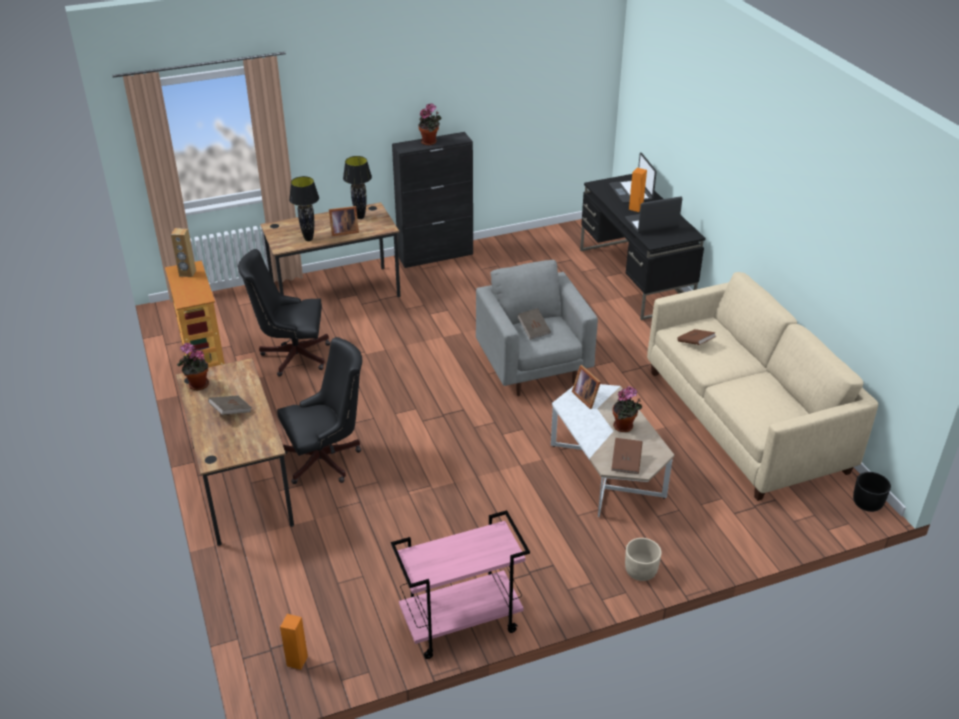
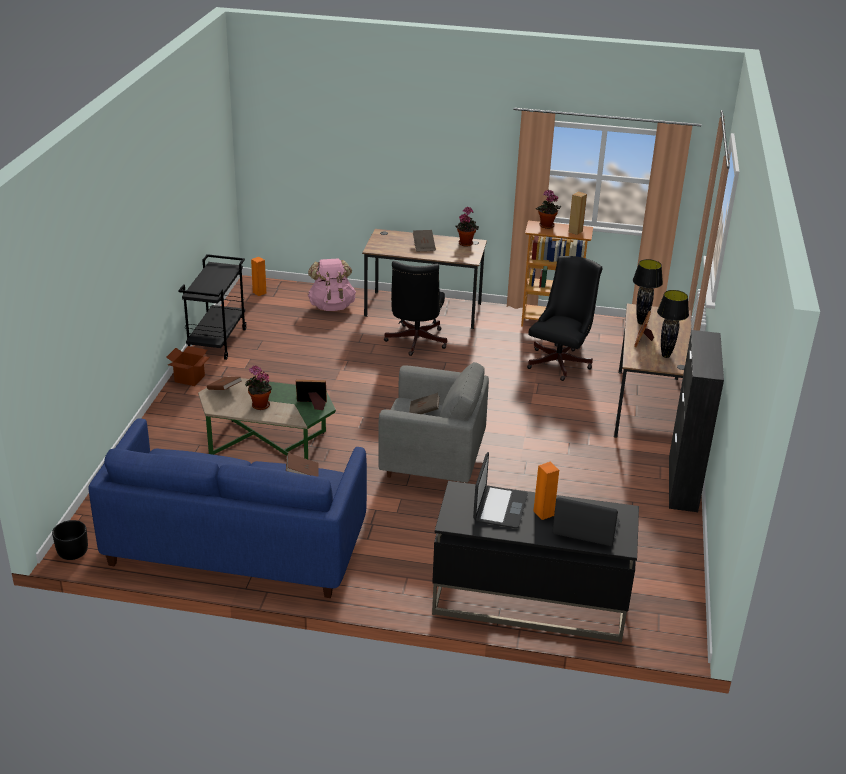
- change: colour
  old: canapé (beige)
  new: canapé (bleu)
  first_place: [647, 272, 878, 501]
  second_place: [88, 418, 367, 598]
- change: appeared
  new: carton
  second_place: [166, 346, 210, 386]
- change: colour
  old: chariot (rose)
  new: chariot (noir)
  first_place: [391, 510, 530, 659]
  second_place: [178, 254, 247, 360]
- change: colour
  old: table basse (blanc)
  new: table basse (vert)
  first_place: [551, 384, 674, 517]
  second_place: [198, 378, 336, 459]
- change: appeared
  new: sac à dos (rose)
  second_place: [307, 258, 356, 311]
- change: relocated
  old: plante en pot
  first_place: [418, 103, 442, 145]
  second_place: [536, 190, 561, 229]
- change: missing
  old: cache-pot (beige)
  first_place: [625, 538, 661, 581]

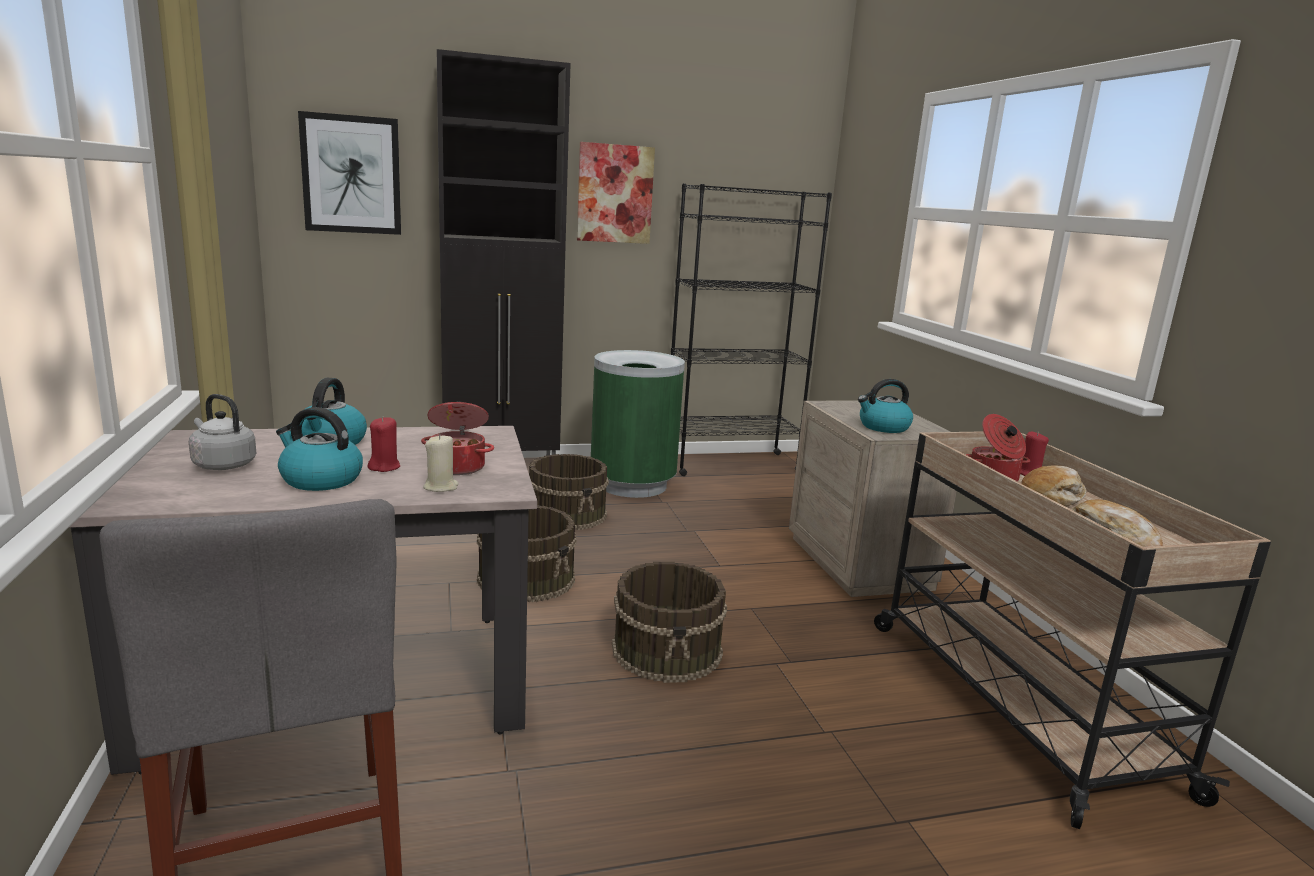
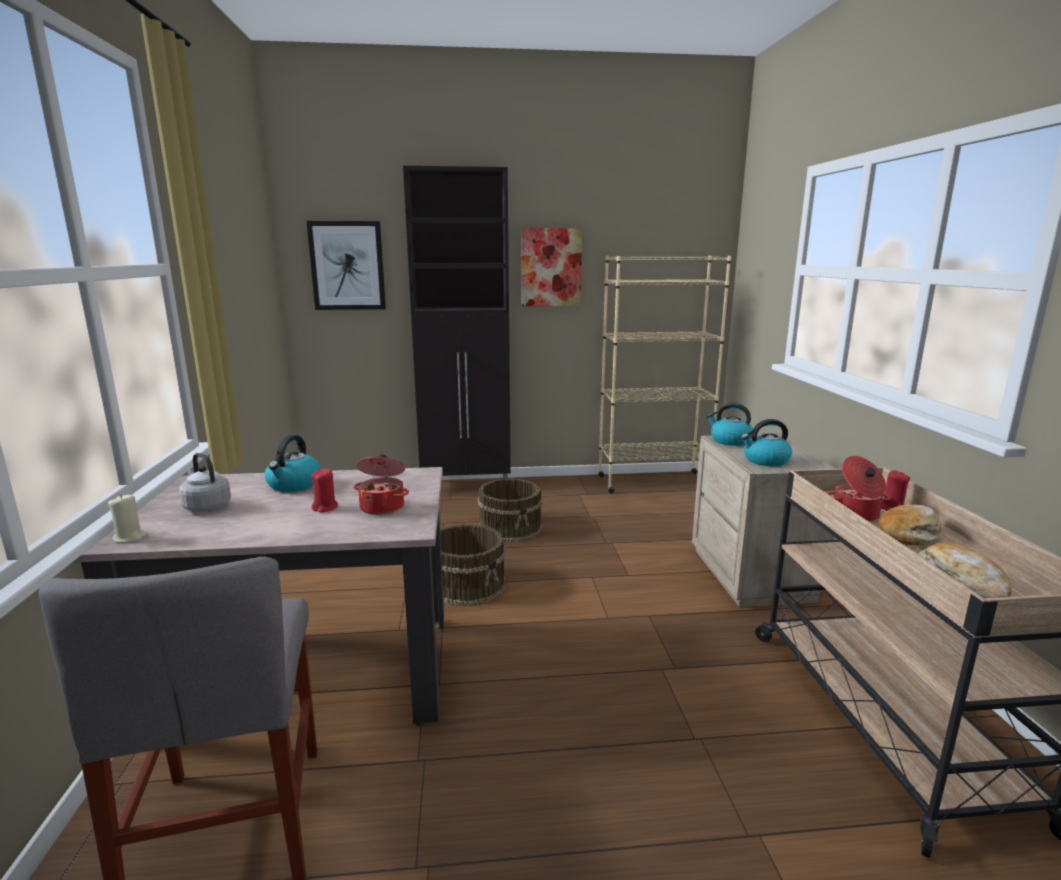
- change: relocated
  old: bougie (beige)
  first_place: [423, 434, 459, 492]
  second_place: [108, 494, 148, 543]
- change: colour
  old: bibliothèque (noir)
  new: bibliothèque (beige)
  first_place: [671, 184, 832, 476]
  second_place: [598, 256, 731, 494]
- change: relocated
  old: bouilloire
  first_place: [276, 407, 363, 491]
  second_place: [707, 403, 753, 446]
- change: missing
  old: poubelle (vert)
  first_place: [591, 350, 685, 498]
- change: missing
  old: seau (marron)
  first_place: [612, 562, 727, 683]

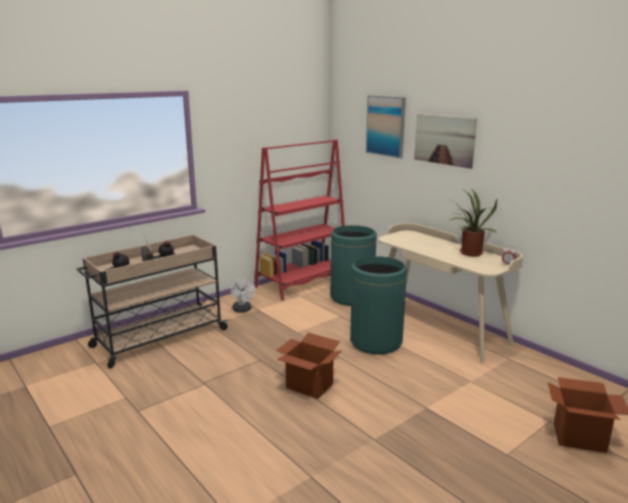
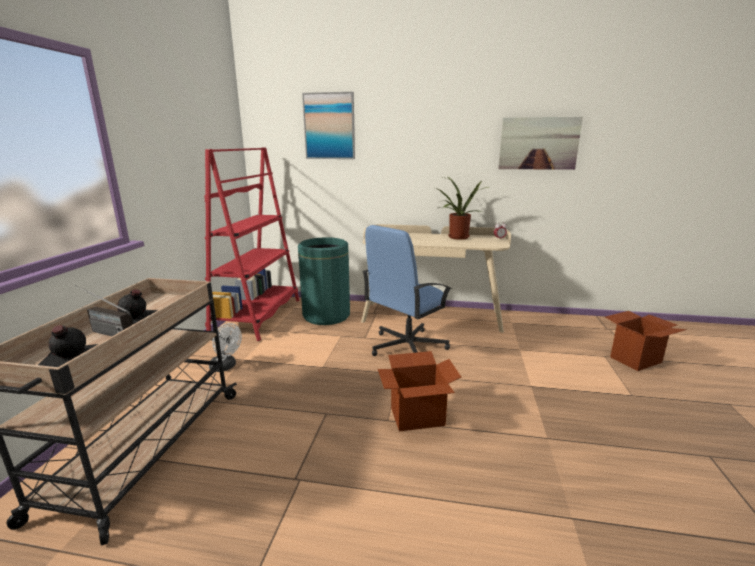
- change: exchanged
  old: poubelle (vert)
  new: chaise de bureau (bleu)
  first_place: [350, 256, 407, 354]
  second_place: [362, 225, 452, 356]
- change: relocated
  old: tableau
  first_place: [414, 113, 477, 169]
  second_place: [498, 117, 583, 170]

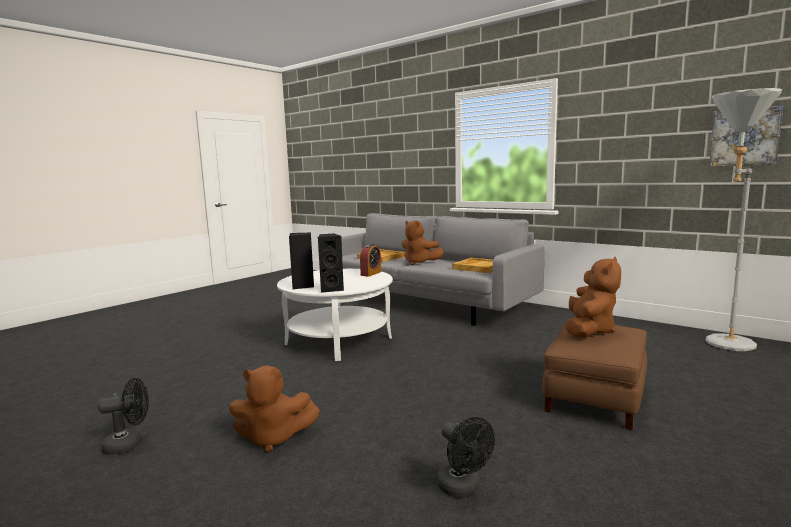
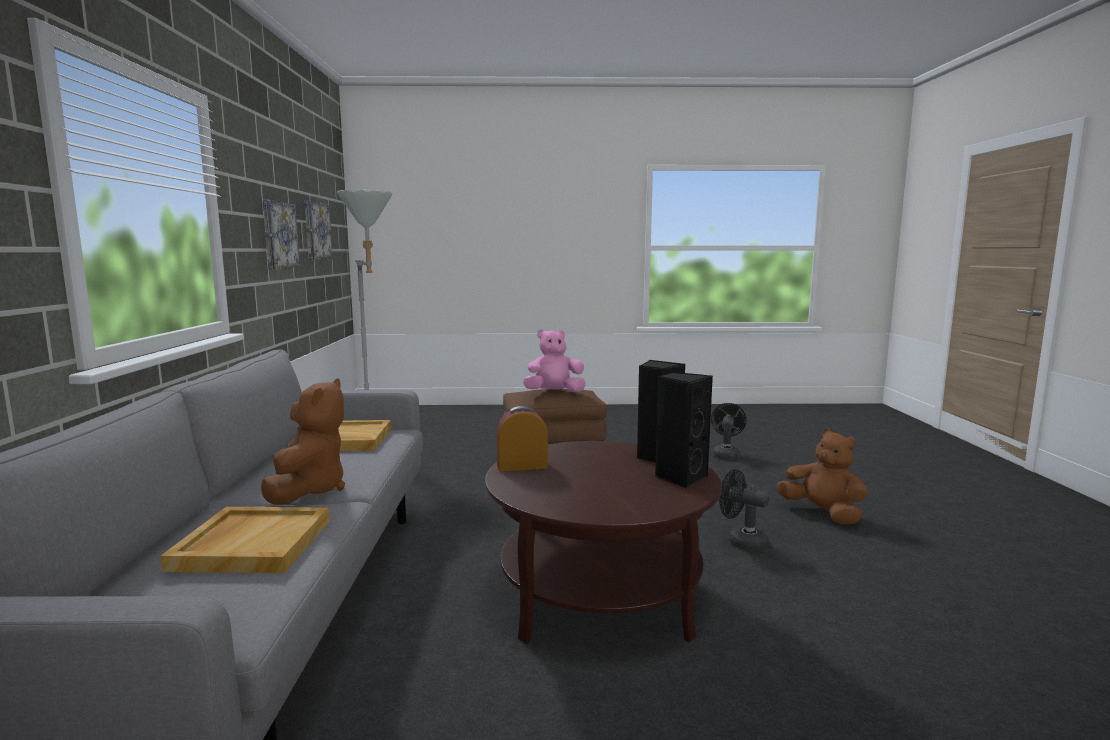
- change: appeared
  new: tableau
  second_place: [262, 200, 300, 269]
- change: colour
  old: table basse (blanc)
  new: table basse (marron)
  first_place: [277, 269, 393, 361]
  second_place: [485, 441, 722, 644]
- change: colour
  old: peluche (marron)
  new: peluche (rose)
  first_place: [565, 257, 621, 338]
  second_place: [523, 329, 586, 393]
- change: relocated
  old: ventilateur (noir)
  first_place: [98, 378, 149, 455]
  second_place: [719, 469, 769, 551]

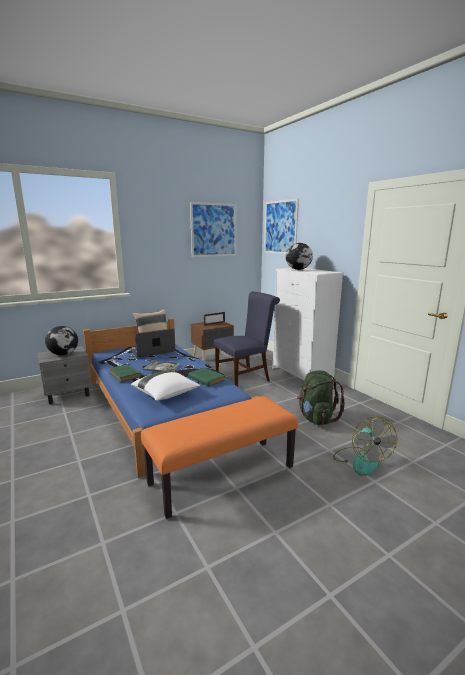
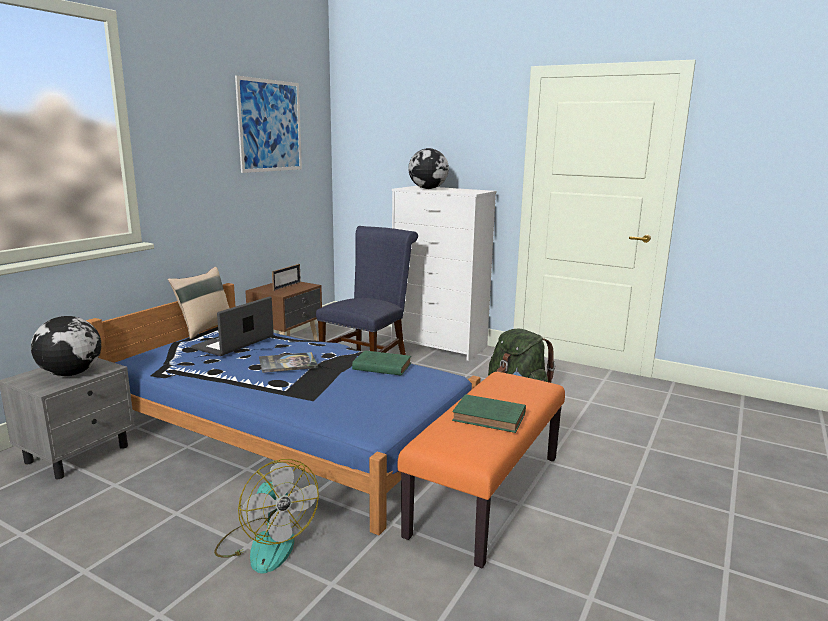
- change: relocated
  old: ventilateur
  first_place: [333, 416, 397, 476]
  second_place: [214, 459, 319, 573]
- change: relocated
  old: livre (vert)
  first_place: [109, 364, 142, 382]
  second_place: [452, 394, 526, 433]
- change: missing
  old: coussin (blanc)
  first_place: [131, 370, 200, 401]
- change: missing
  old: tableau
  first_place: [264, 198, 299, 254]

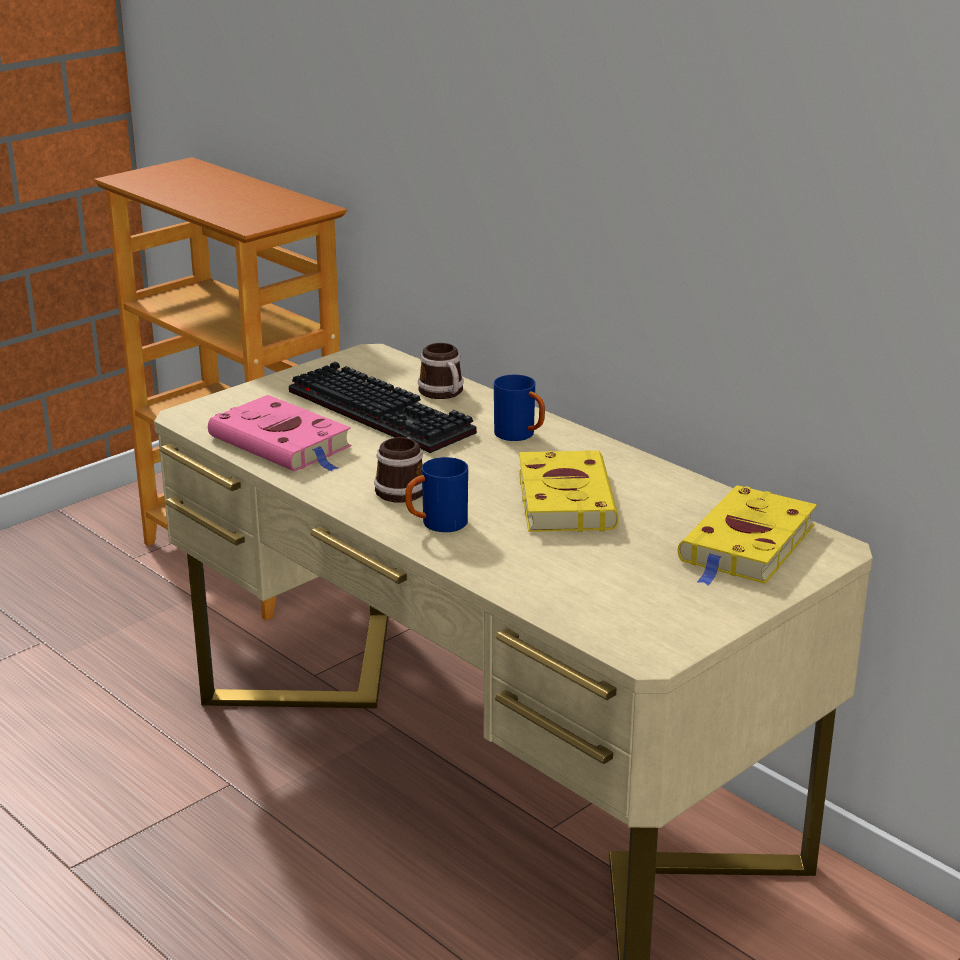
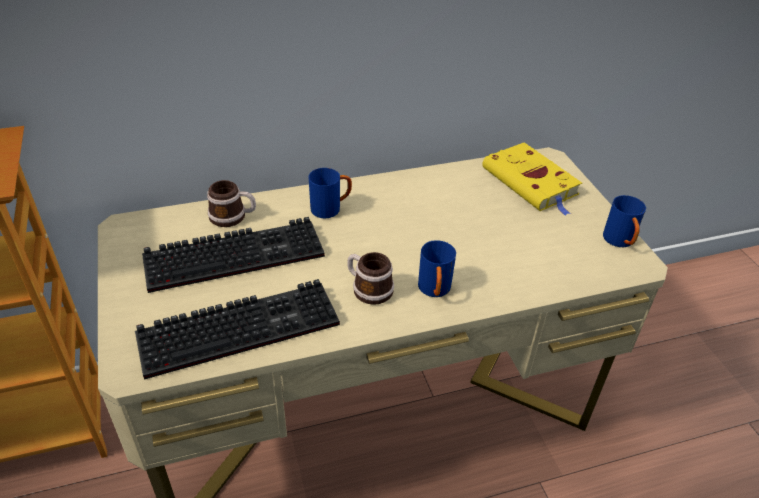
- change: exchanged
  old: livre (rose)
  new: clavier
  first_place: [208, 395, 351, 472]
  second_place: [135, 279, 340, 380]
- change: appeared
  new: mug (bleu)
  second_place: [603, 195, 646, 247]
- change: missing
  old: livre (jaune)
  first_place: [519, 450, 619, 532]

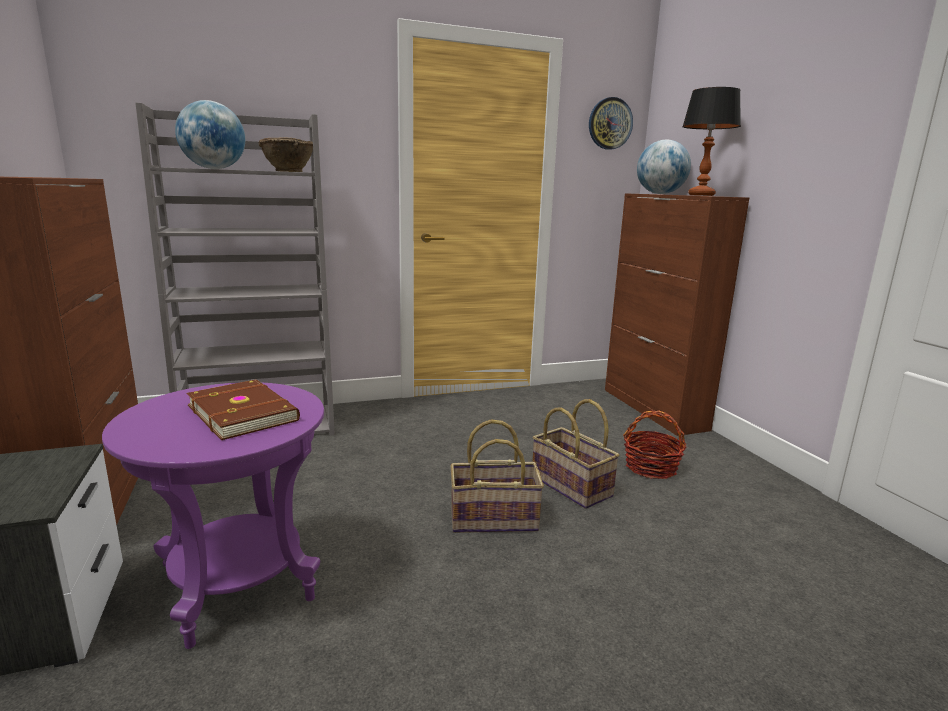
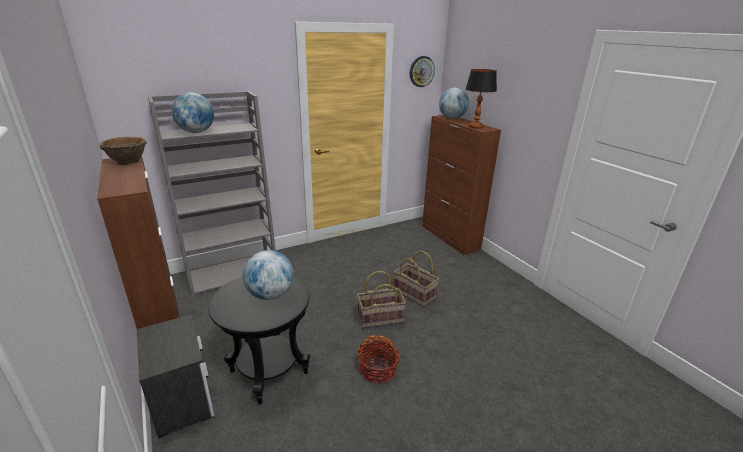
- change: relocated
  old: bol (marron)
  first_place: [258, 138, 313, 172]
  second_place: [100, 137, 147, 165]
- change: colour
  old: table d'appoint (violet)
  new: table d'appoint (noir)
  first_place: [102, 382, 324, 649]
  second_place: [208, 276, 310, 404]
- change: exchanged
  old: livre (marron)
  new: globe
  first_place: [186, 379, 300, 440]
  second_place: [243, 250, 294, 300]
- change: relocated
  old: panier
  first_place: [623, 410, 686, 479]
  second_place: [357, 335, 400, 383]

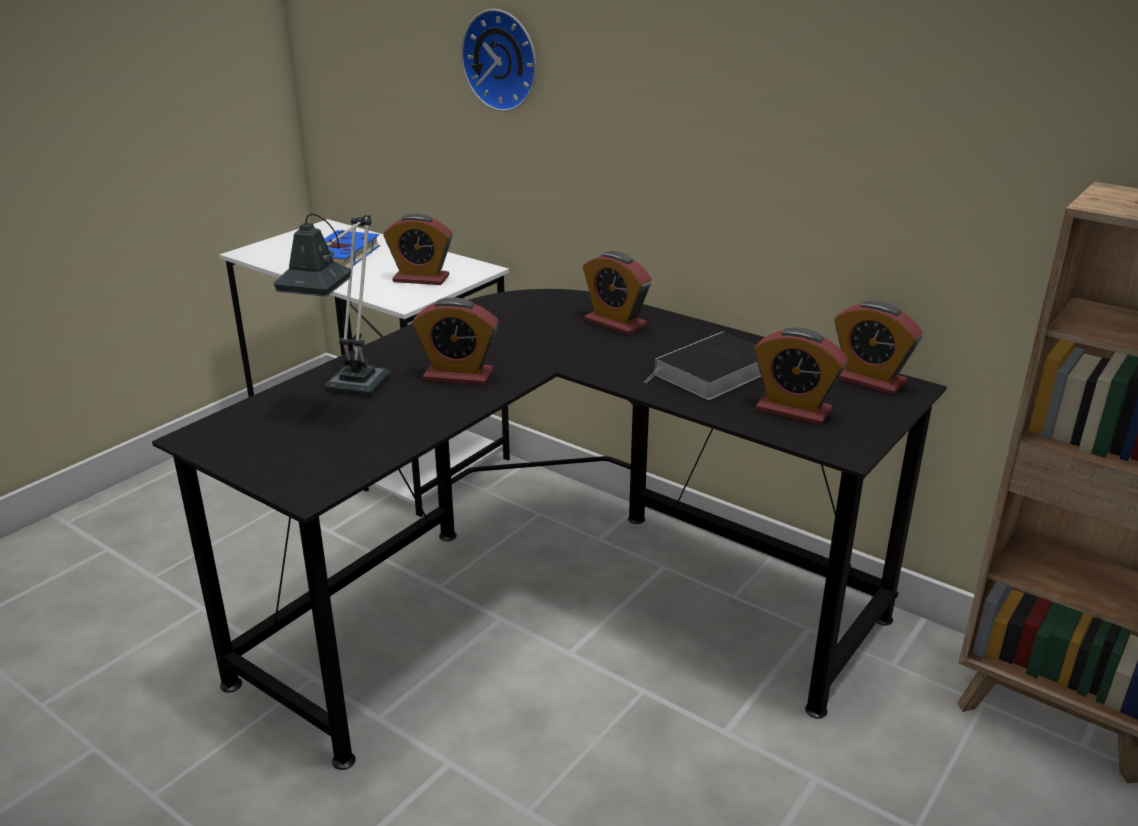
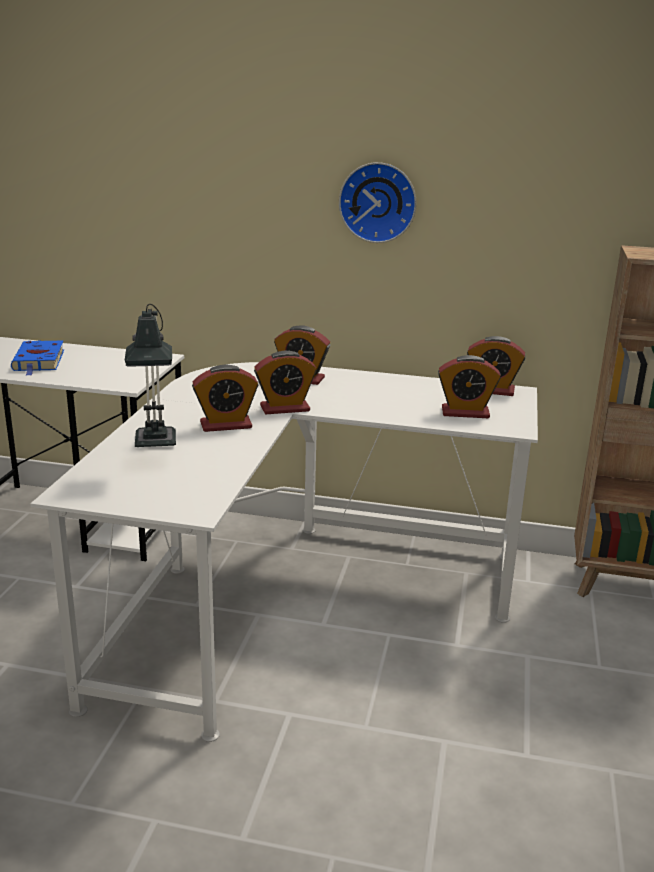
- change: colour
  old: bureau (noir)
  new: bureau (blanc)
  first_place: [152, 289, 947, 770]
  second_place: [30, 362, 538, 742]
- change: relocated
  old: réveil
  first_place: [384, 214, 453, 285]
  second_place: [254, 351, 316, 414]
- change: relocated
  old: horloge murale
  first_place: [461, 9, 537, 112]
  second_place: [339, 162, 417, 243]
- change: missing
  old: livre
  first_place: [644, 331, 761, 400]

